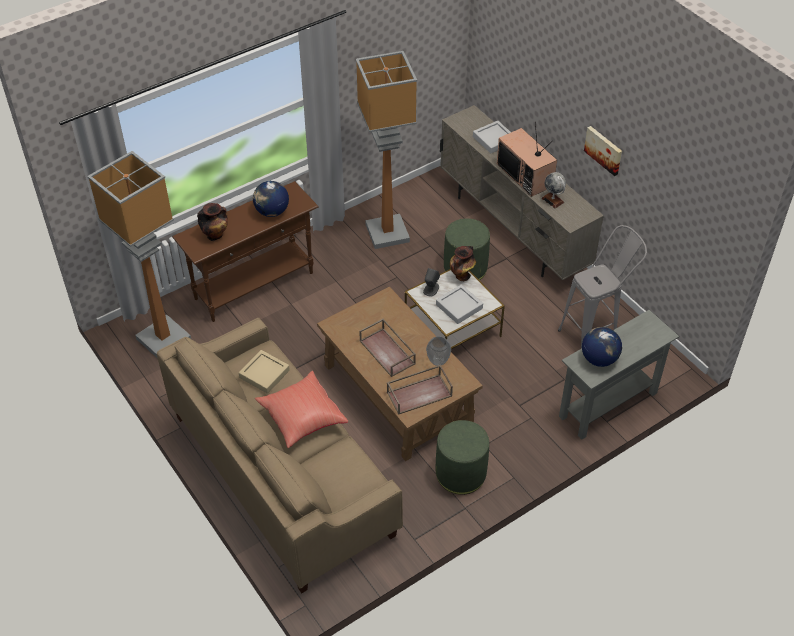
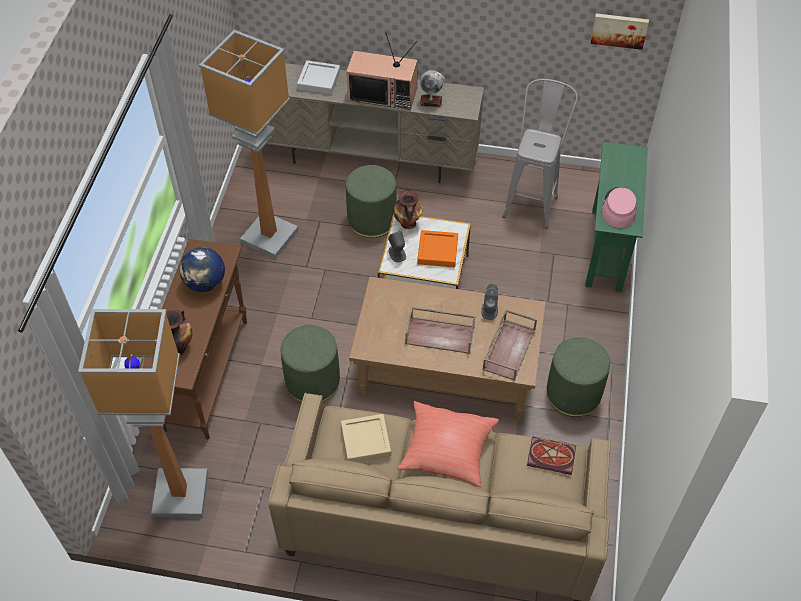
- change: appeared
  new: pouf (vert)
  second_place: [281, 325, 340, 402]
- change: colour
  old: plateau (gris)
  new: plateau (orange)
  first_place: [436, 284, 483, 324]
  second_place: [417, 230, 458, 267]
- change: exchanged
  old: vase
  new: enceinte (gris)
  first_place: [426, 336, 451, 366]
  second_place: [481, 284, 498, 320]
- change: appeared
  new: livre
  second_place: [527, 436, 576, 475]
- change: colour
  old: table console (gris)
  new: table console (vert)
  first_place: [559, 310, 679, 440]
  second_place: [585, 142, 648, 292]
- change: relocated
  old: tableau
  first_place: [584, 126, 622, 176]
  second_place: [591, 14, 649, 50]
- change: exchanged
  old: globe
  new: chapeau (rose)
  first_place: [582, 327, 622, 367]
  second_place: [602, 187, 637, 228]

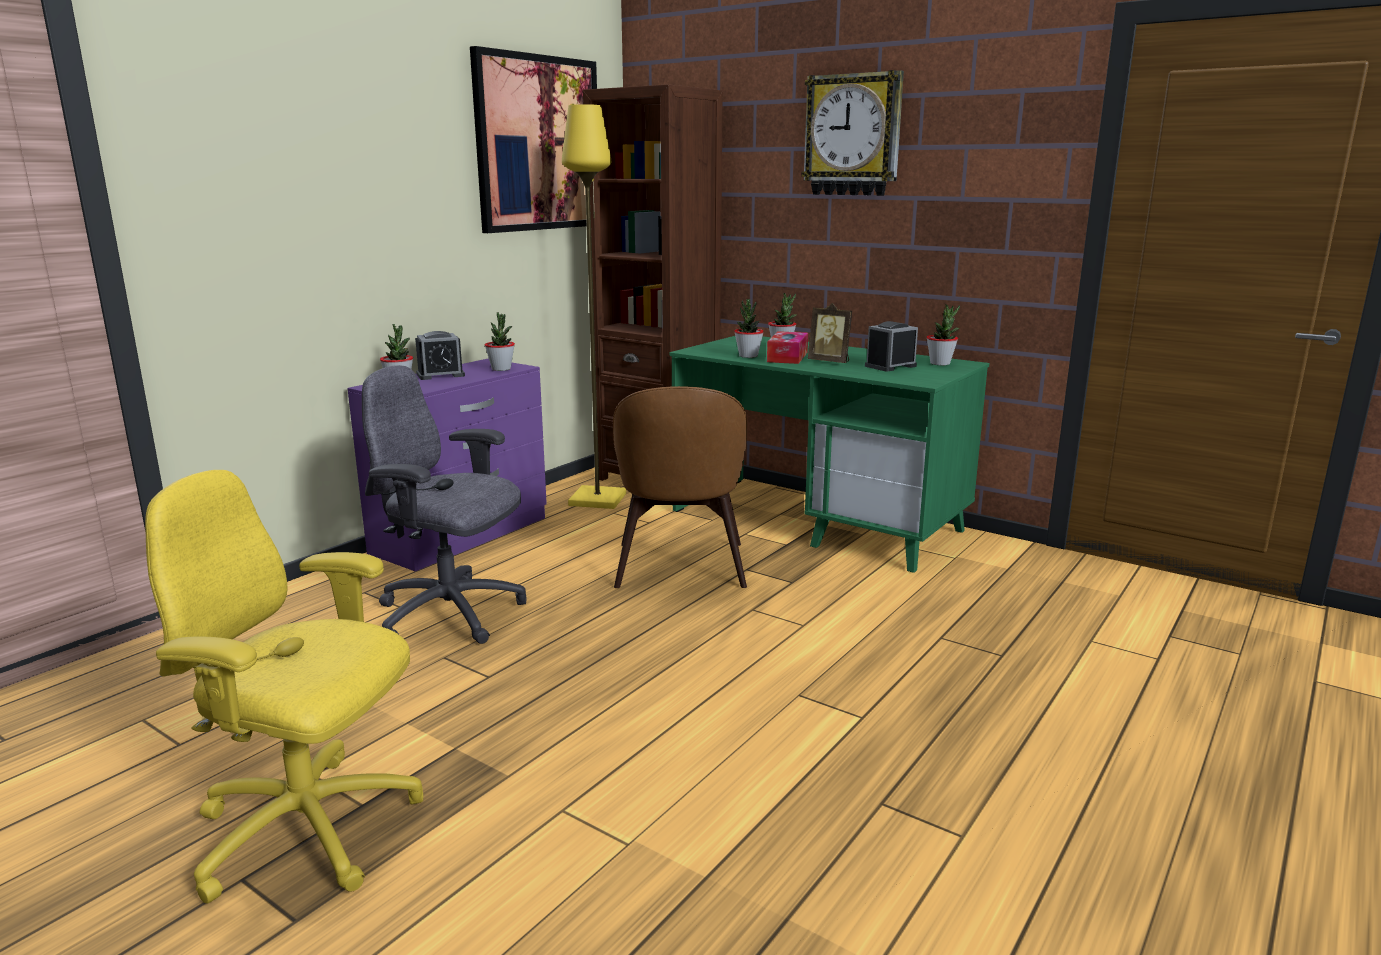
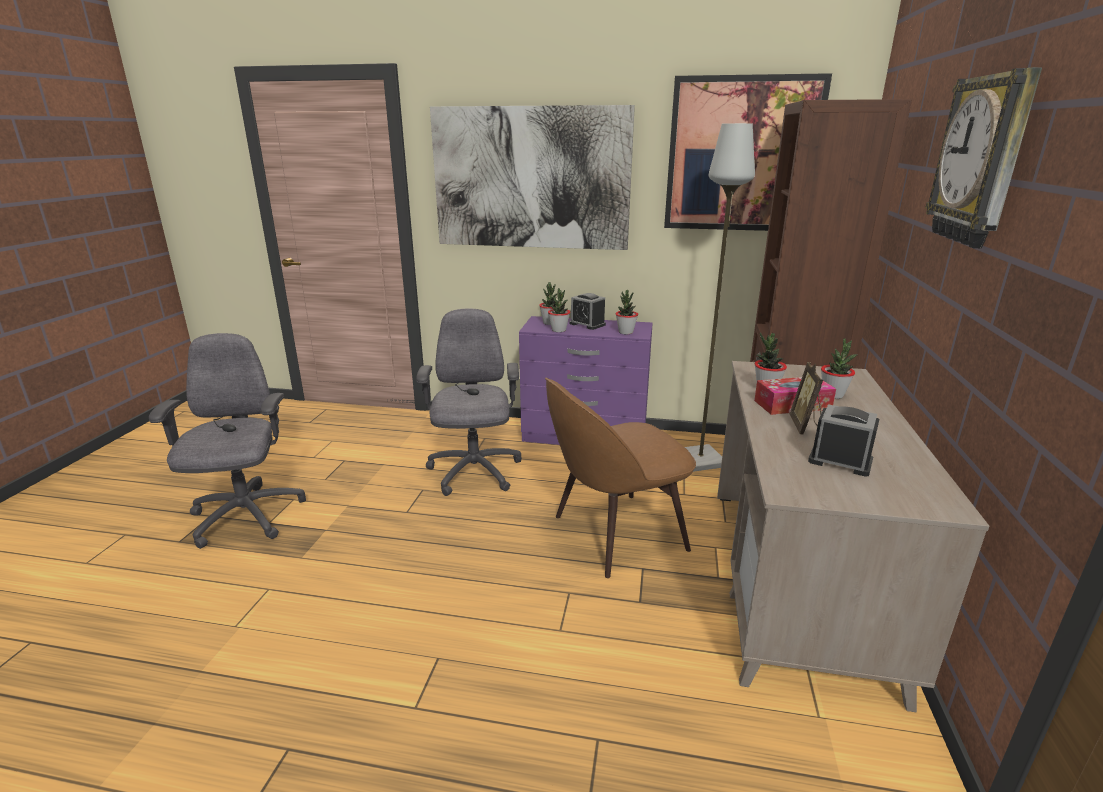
- change: colour
  old: chaise de bureau (jaune)
  new: chaise de bureau (gris)
  first_place: [145, 470, 423, 904]
  second_place: [149, 333, 306, 549]
- change: appeared
  new: tableau
  second_place: [430, 105, 635, 250]
- change: relocated
  old: plante en pot
  first_place: [927, 304, 960, 366]
  second_place: [548, 288, 570, 332]
- change: colour
  old: lampadaire (jaune)
  new: lampadaire (gris)
  first_place: [562, 104, 626, 509]
  second_place: [685, 123, 755, 472]
- change: colour
  old: bureau (vert)
  new: bureau (beige)
  first_place: [670, 336, 990, 573]
  second_place: [717, 361, 989, 712]

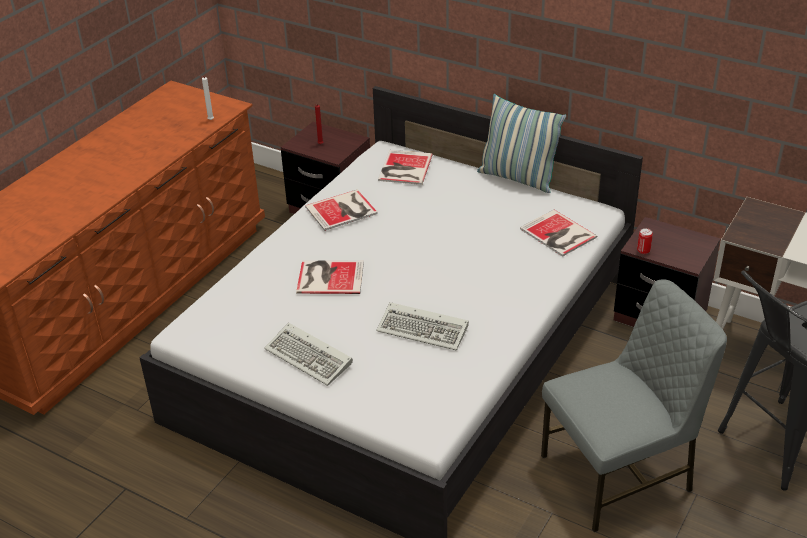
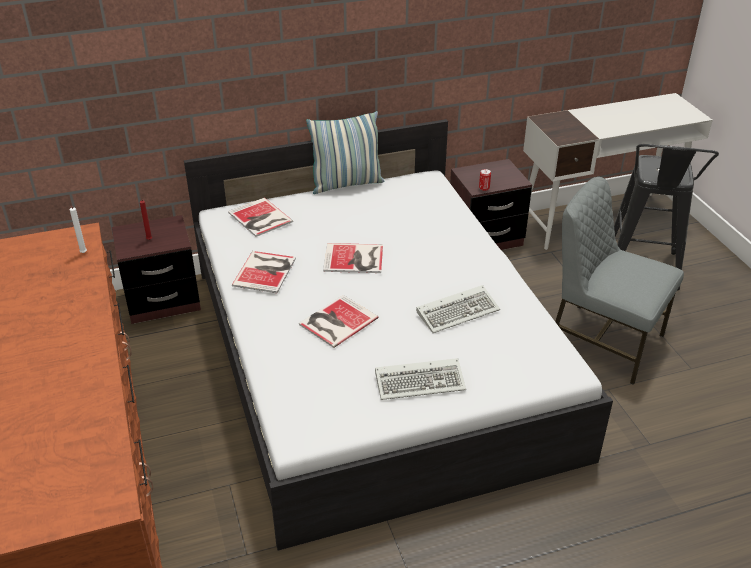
- change: relocated
  old: livre
  first_place: [520, 210, 597, 257]
  second_place: [323, 243, 383, 273]
- change: spun
  old: chaise (gris)
  first_place: [541, 279, 727, 532]
  second_place: [555, 177, 684, 385]
  degrees: -75

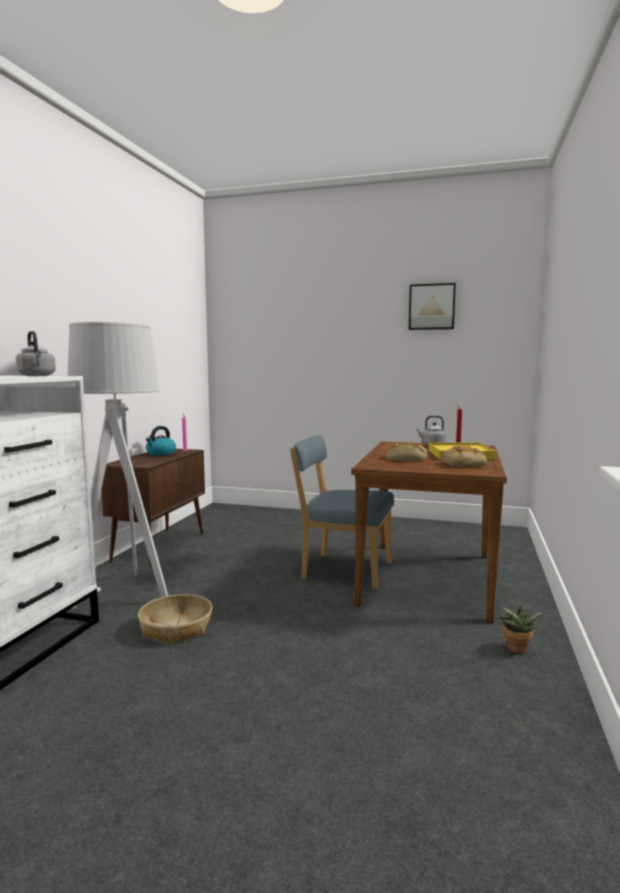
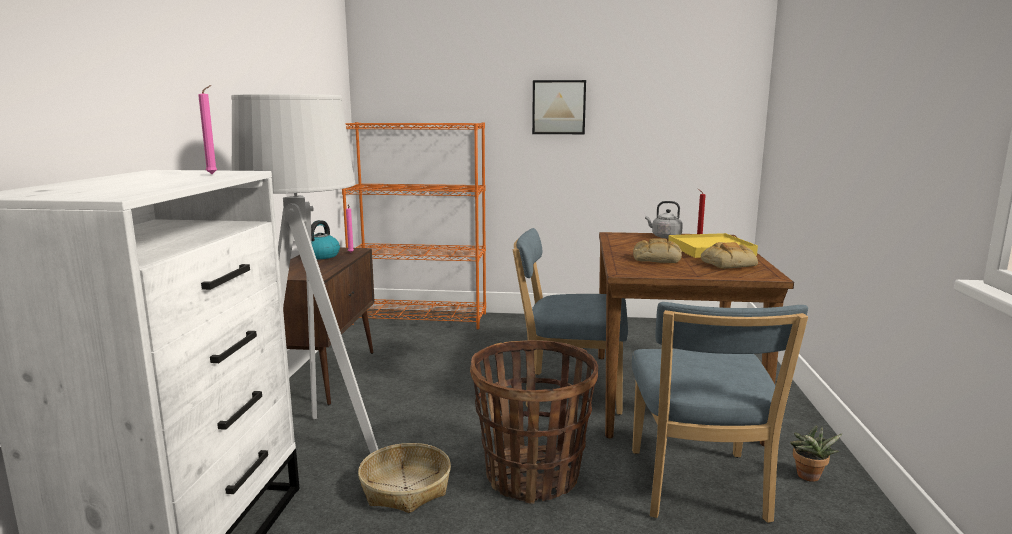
- change: exchanged
  old: bouilloire (gris)
  new: bougie (rose)
  first_place: [16, 331, 56, 376]
  second_place: [198, 85, 217, 174]
- change: appeared
  new: bibliothèque (orange)
  second_place: [342, 122, 486, 329]
- change: appeared
  new: panier
  second_place: [470, 340, 598, 504]
- change: relocated
  old: tableau
  first_place: [409, 283, 456, 330]
  second_place: [532, 80, 586, 134]
- change: appeared
  new: chaise (bleu)
  second_place: [632, 302, 808, 523]

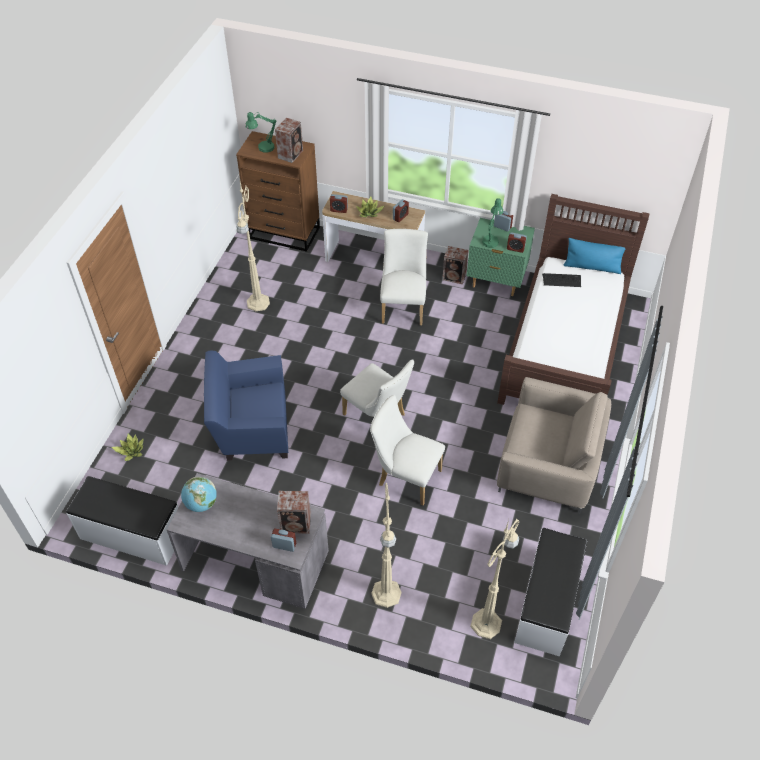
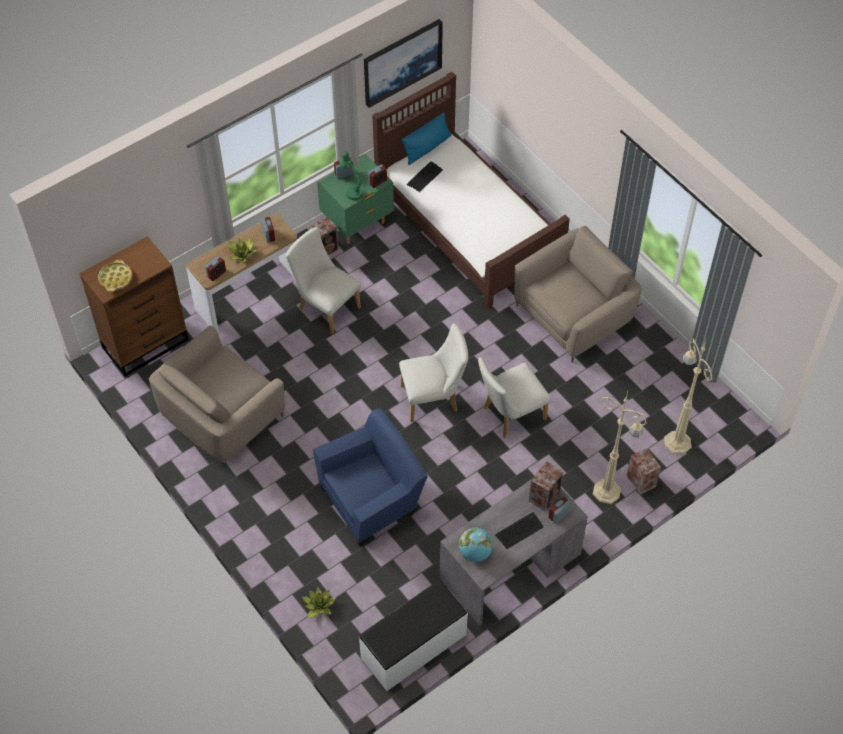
- change: exchanged
  old: lampe de table (vert)
  new: plateau (jaune)
  first_place: [245, 112, 277, 153]
  second_place: [98, 260, 132, 292]
- change: exchanged
  old: lampadaire (beige)
  new: fauteuil (beige)
  first_place: [236, 177, 270, 311]
  second_place: [149, 325, 285, 468]
- change: spun
  old: fauteuil (bleu)
  first_place: [204, 350, 288, 461]
  second_place: [313, 408, 428, 547]
  degrees: -150
- change: appeared
  new: tableau
  second_place: [364, 19, 443, 108]
- change: appeared
  new: clavier
  second_place: [495, 512, 544, 549]
- change: relocated
  old: enceinte
  first_place: [275, 118, 303, 163]
  second_place: [627, 448, 661, 495]
- change: missing
  old: banc (blanc)
  first_place: [514, 528, 587, 657]

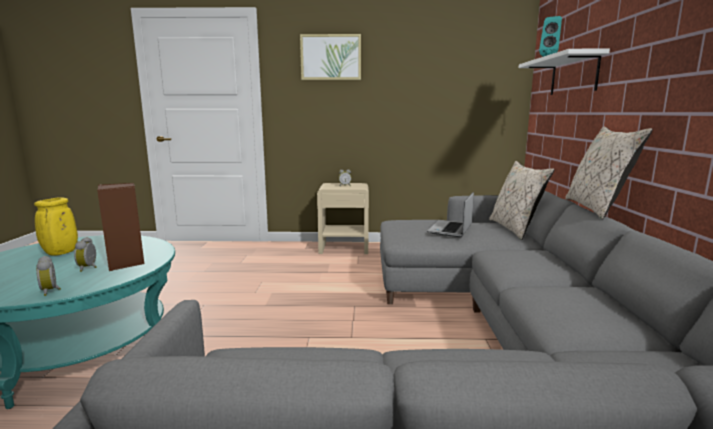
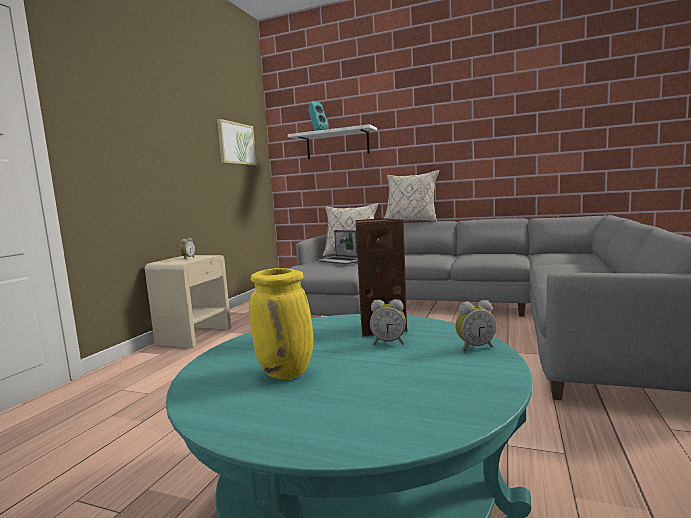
- change: relocated
  old: tableau
  first_place: [300, 34, 361, 80]
  second_place: [217, 119, 257, 165]

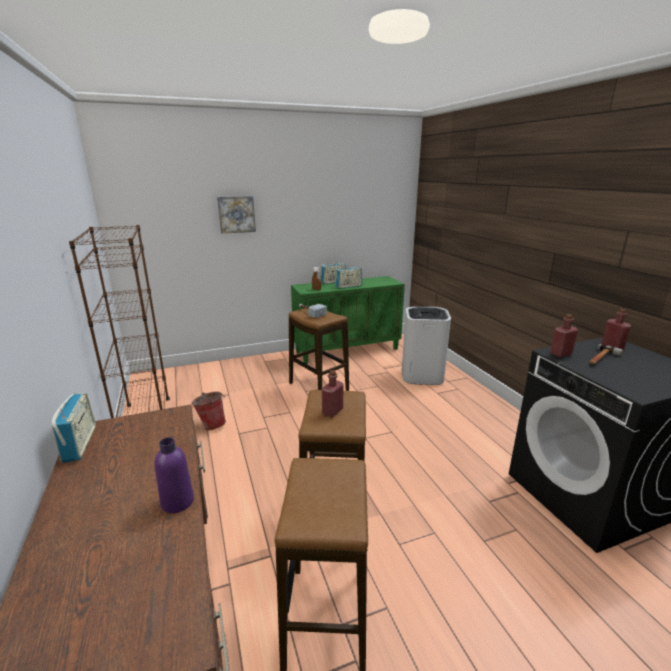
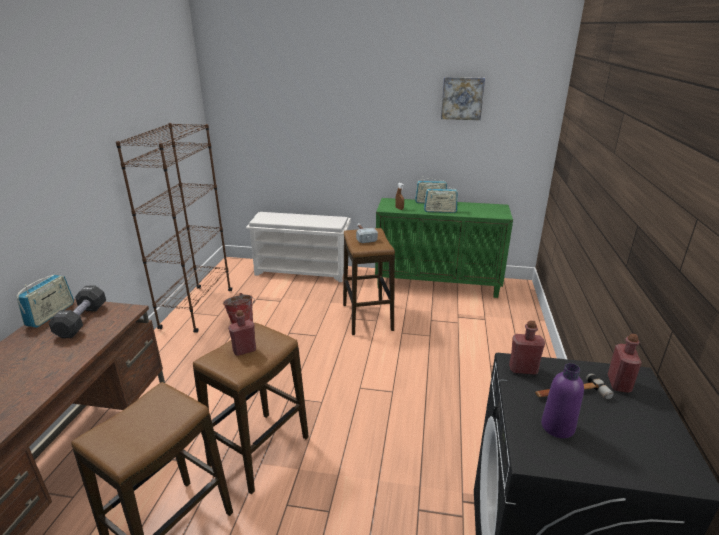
- change: appeared
  new: haltère (noir)
  second_place: [49, 286, 106, 338]
- change: appeared
  new: étagère à chaussures (blanc)
  second_place: [246, 212, 351, 282]
- change: relocated
  old: tableau
  first_place: [217, 196, 256, 234]
  second_place: [441, 77, 485, 120]
- change: relocated
  old: bouteille (violet)
  first_place: [155, 437, 194, 513]
  second_place: [541, 363, 584, 438]
- change: missing
  old: poubelle (blanc)
  first_place: [402, 307, 451, 385]

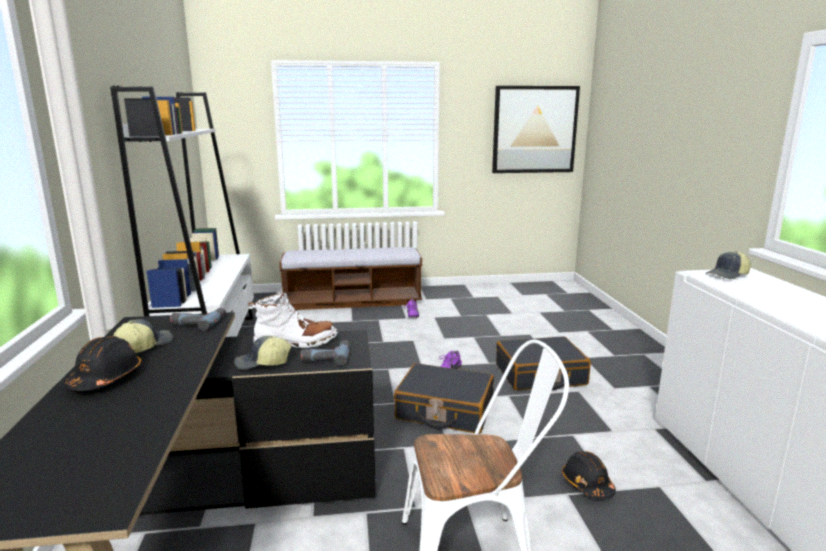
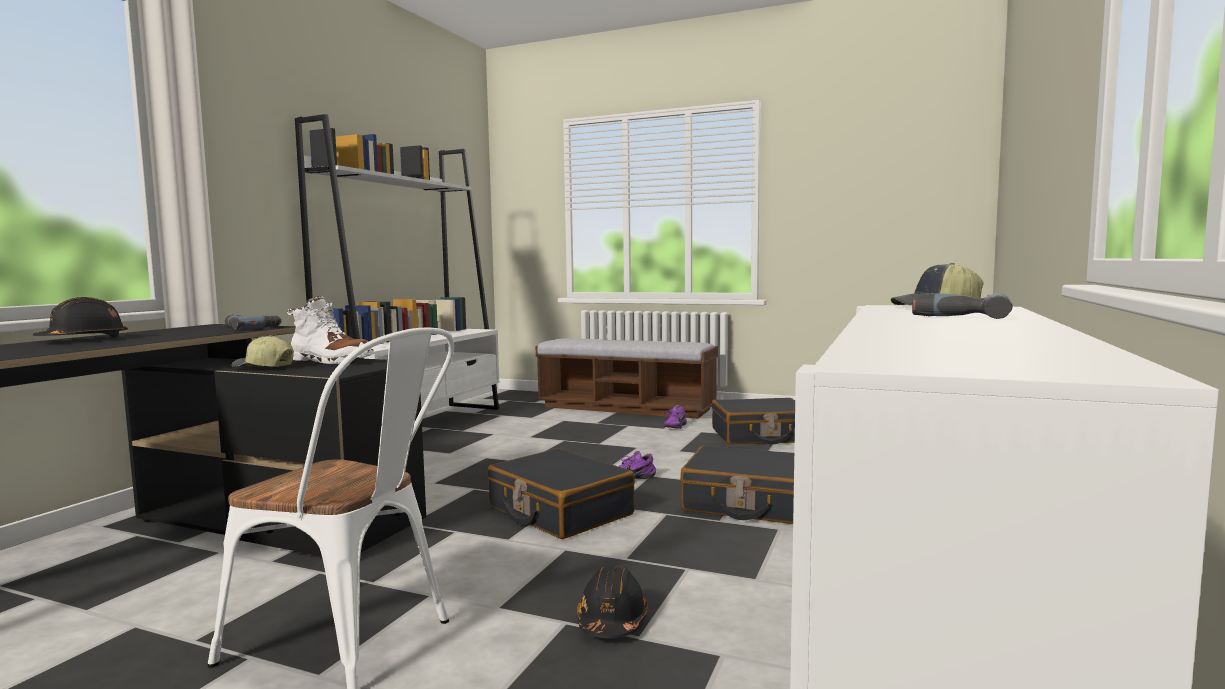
- change: appeared
  new: valise (noir)
  second_place: [712, 398, 795, 444]
- change: relocated
  old: perceuse
  first_place: [300, 340, 350, 366]
  second_place: [912, 293, 1013, 319]
- change: missing
  old: casquette
  first_place: [113, 319, 173, 353]
- change: missing
  old: tableau
  first_place: [492, 86, 580, 173]

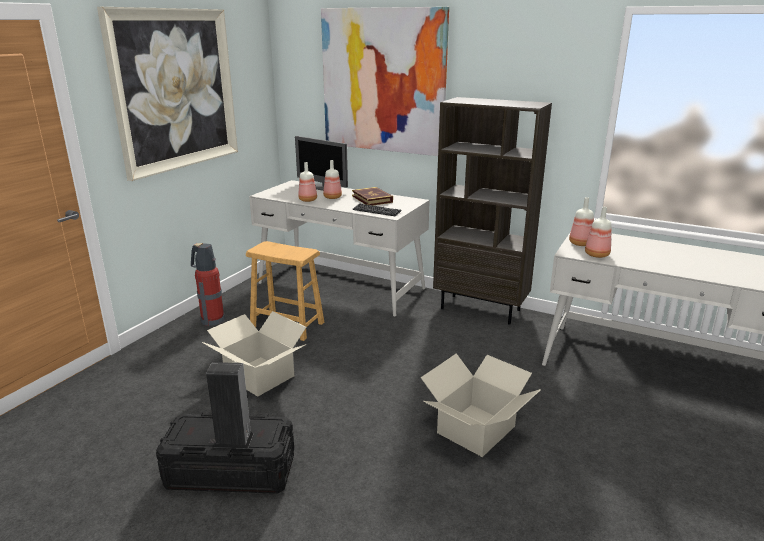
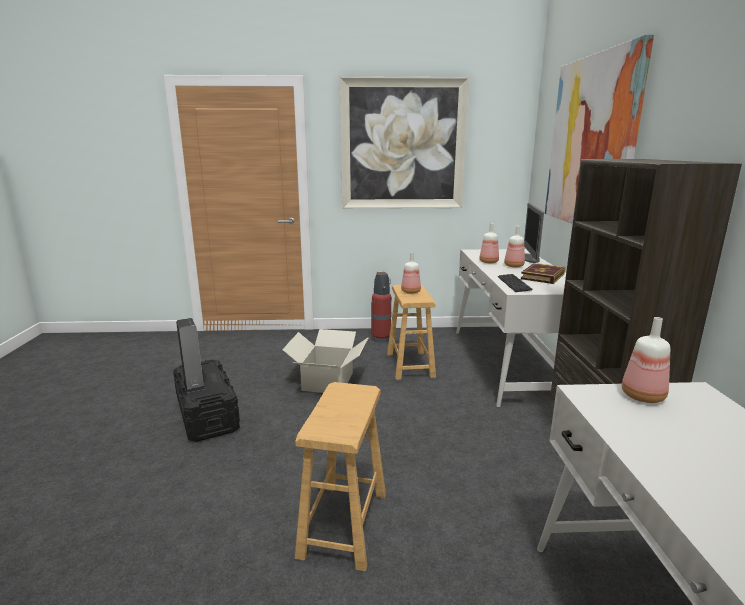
- change: exchanged
  old: carton
  new: tabouret (marron)
  first_place: [421, 354, 541, 457]
  second_place: [295, 382, 386, 571]
- change: relocated
  old: bouteille
  first_place: [585, 207, 612, 258]
  second_place: [401, 252, 421, 294]

